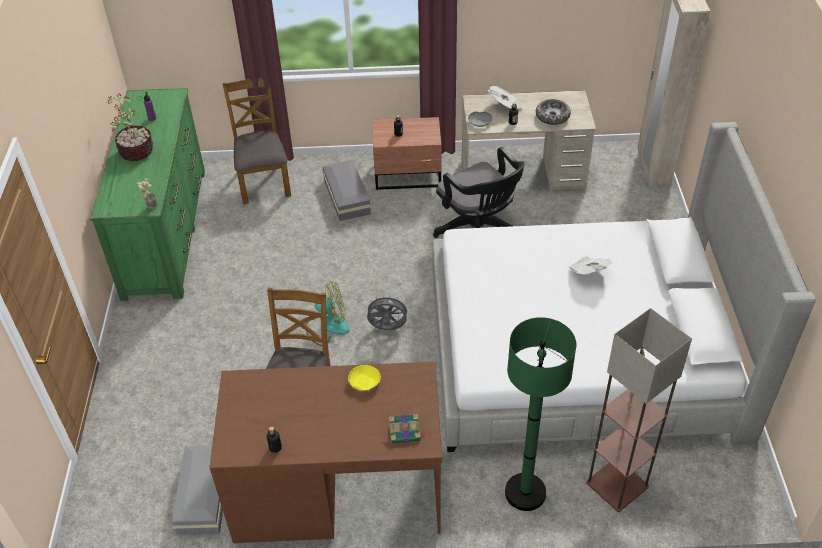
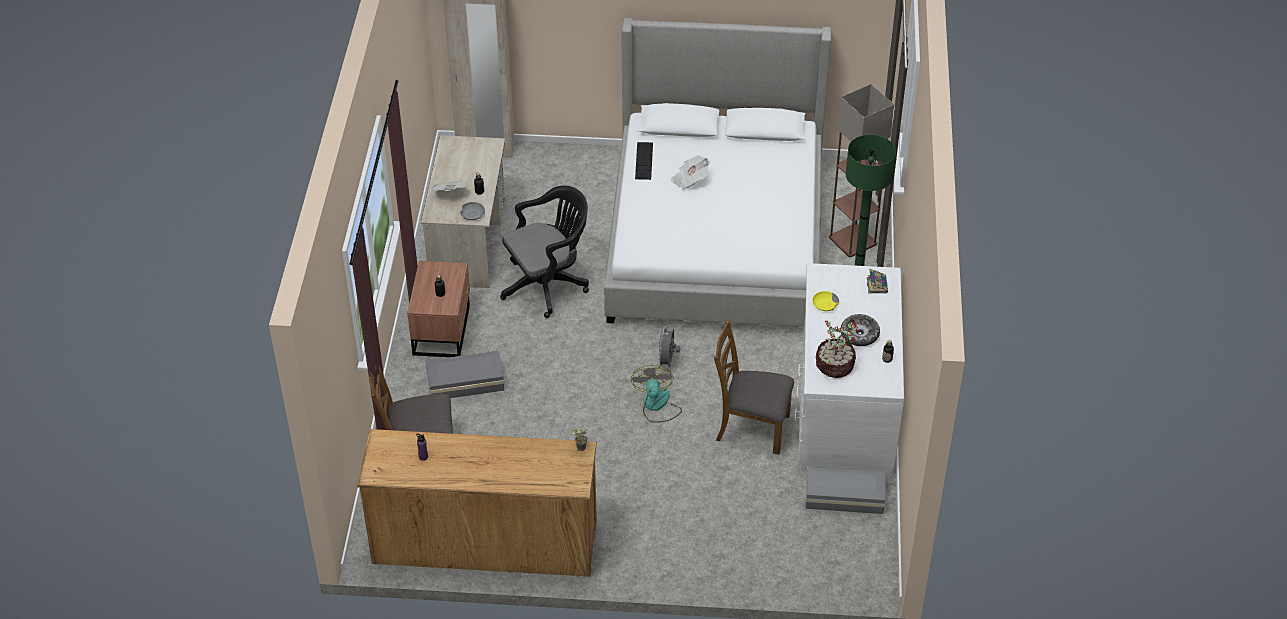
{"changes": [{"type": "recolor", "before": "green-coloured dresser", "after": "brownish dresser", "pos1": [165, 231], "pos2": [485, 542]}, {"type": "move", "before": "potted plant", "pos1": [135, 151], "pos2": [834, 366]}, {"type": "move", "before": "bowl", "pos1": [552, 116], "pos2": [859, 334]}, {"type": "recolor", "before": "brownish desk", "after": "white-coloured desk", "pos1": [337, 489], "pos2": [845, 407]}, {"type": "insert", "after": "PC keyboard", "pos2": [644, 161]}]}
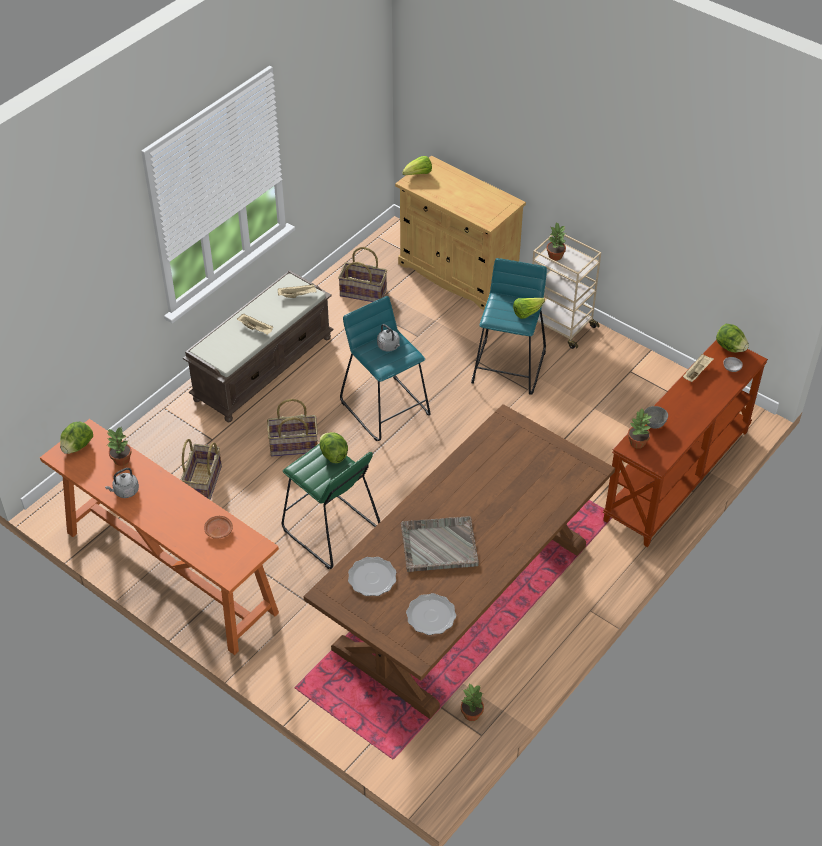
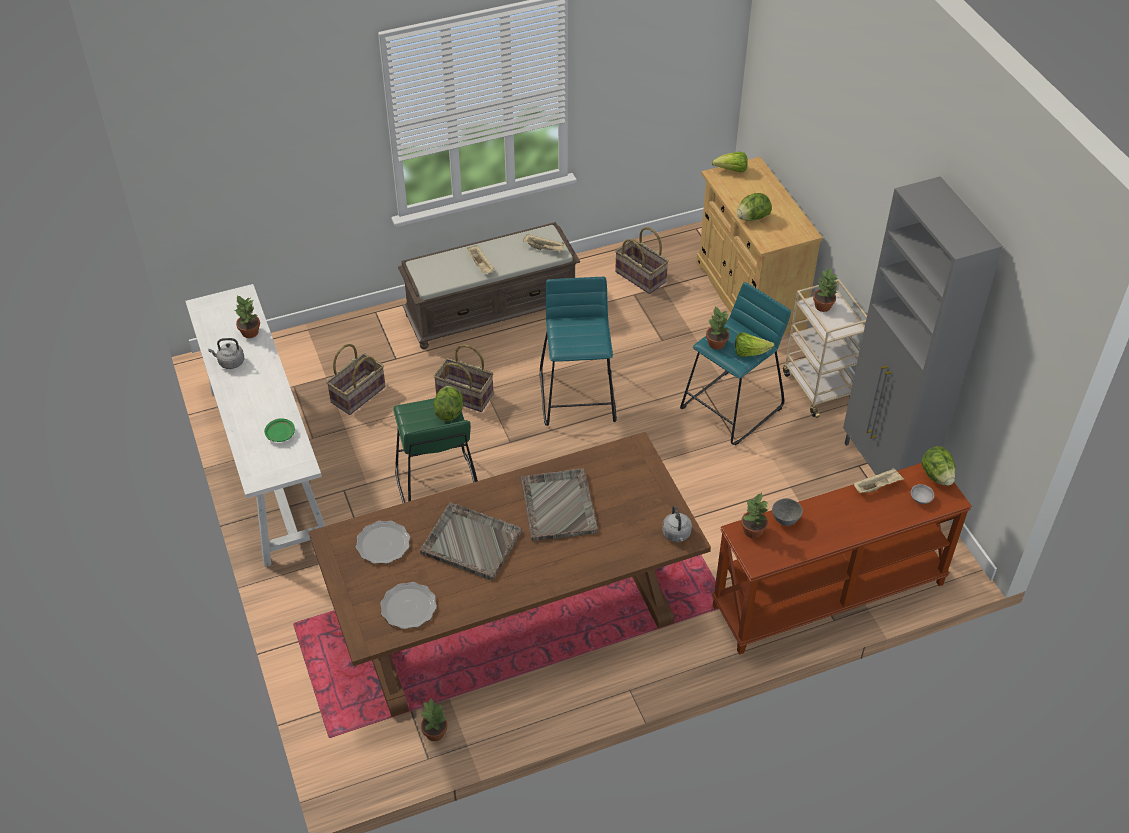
{"changes": [{"type": "move", "before": "grey tea kettle", "pos1": [389, 346], "pos2": [676, 535]}, {"type": "recolor", "before": "orange hall table", "after": "white-coloured hall table", "pos1": [169, 571], "pos2": [268, 463]}, {"type": "move", "before": "lettuce", "pos1": [77, 446], "pos2": [752, 218]}, {"type": "recolor", "before": "brownish dinner plate", "after": "green-coloured dinner plate", "pos1": [218, 530], "pos2": [280, 434]}, {"type": "insert", "after": "grey cabinet", "pos2": [883, 471]}, {"type": "insert", "after": "potted plant", "pos2": [716, 343]}, {"type": "insert", "after": "grey tray", "pos2": [558, 505]}]}
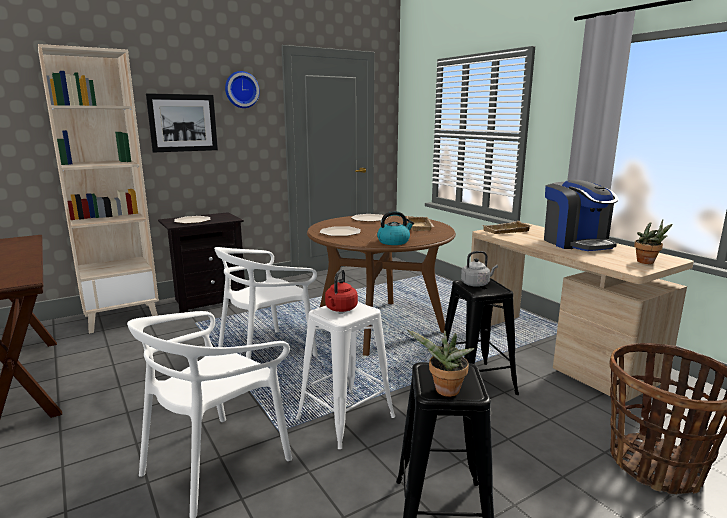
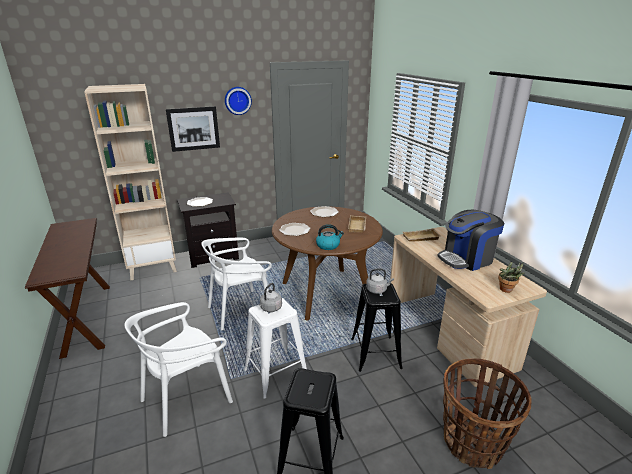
{"changes": [{"type": "rotate", "before": "coffee machine", "pos1": [576, 243], "pos2": [466, 259], "turn": 75}, {"type": "recolor", "before": "red-coloured tea kettle", "after": "grey tea kettle", "pos1": [340, 309], "pos2": [270, 308]}, {"type": "delete", "before": "potted plant", "pos1": [444, 392]}]}
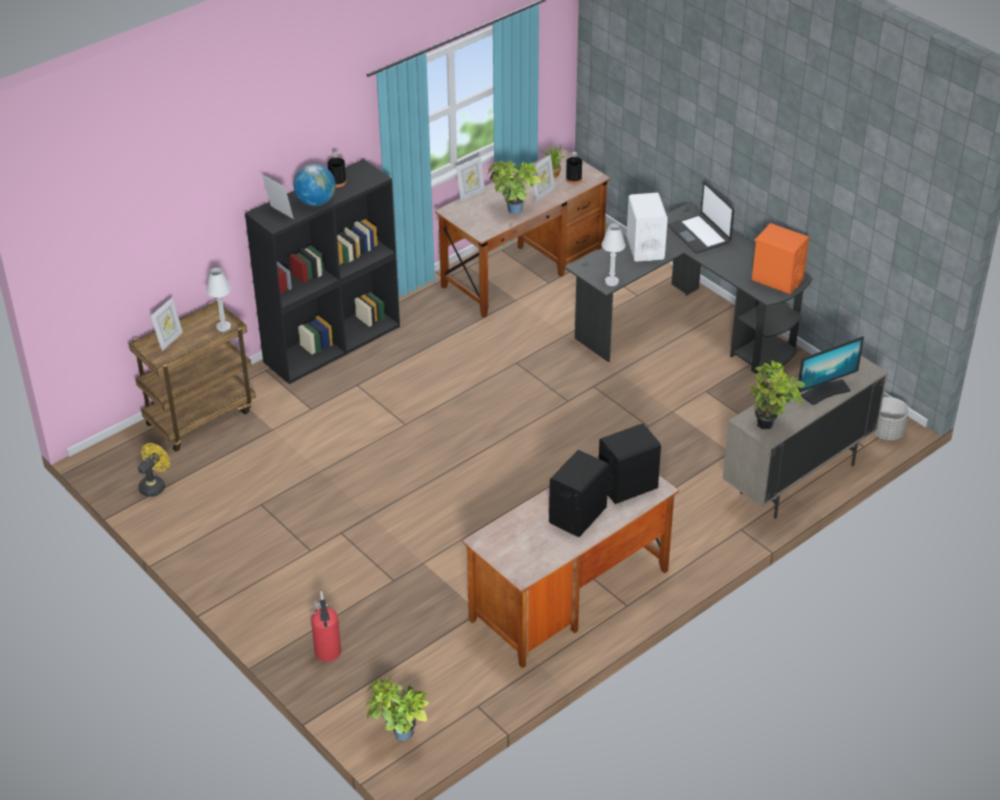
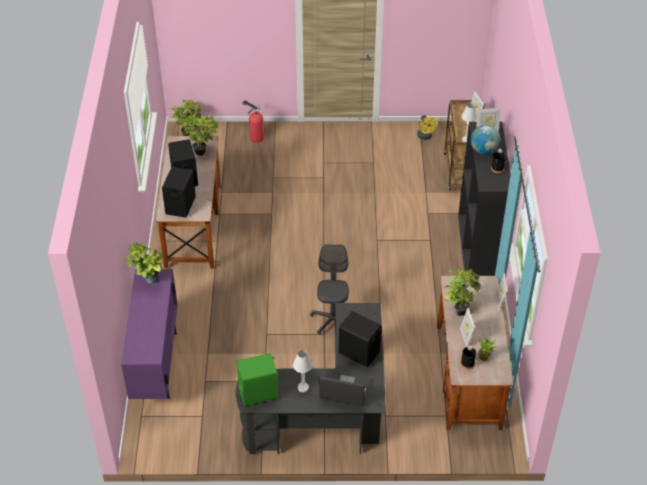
{"changes": [{"type": "recolor", "before": "white-coloured audio speaker", "after": "blackish audio speaker", "pos1": [645, 248], "pos2": [359, 352]}, {"type": "recolor", "before": "orange audio speaker", "after": "green-coloured audio speaker", "pos1": [777, 280], "pos2": [258, 392]}, {"type": "move", "before": "white-coloured lamp for a table", "pos1": [611, 282], "pos2": [303, 388]}, {"type": "delete", "before": "computer screen", "pos1": [825, 391]}, {"type": "recolor", "before": "beige-coloured cabinet", "after": "purplish cabinet", "pos1": [797, 479], "pos2": [156, 365]}, {"type": "delete", "before": "grey plant pot", "pos1": [886, 432]}, {"type": "insert", "after": "potted plant", "pos2": [203, 151]}, {"type": "insert", "after": "grey desk chair", "pos2": [332, 320]}]}
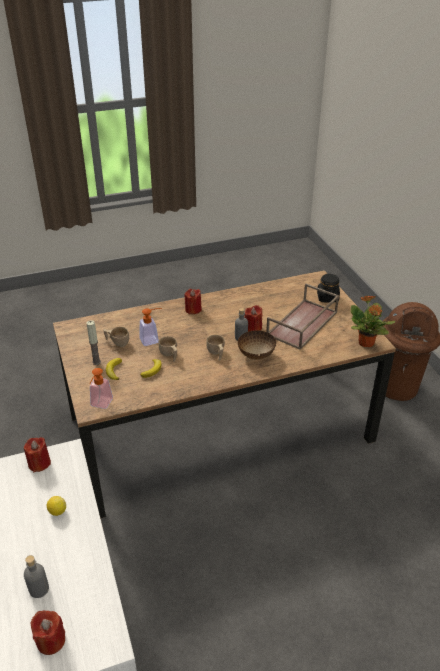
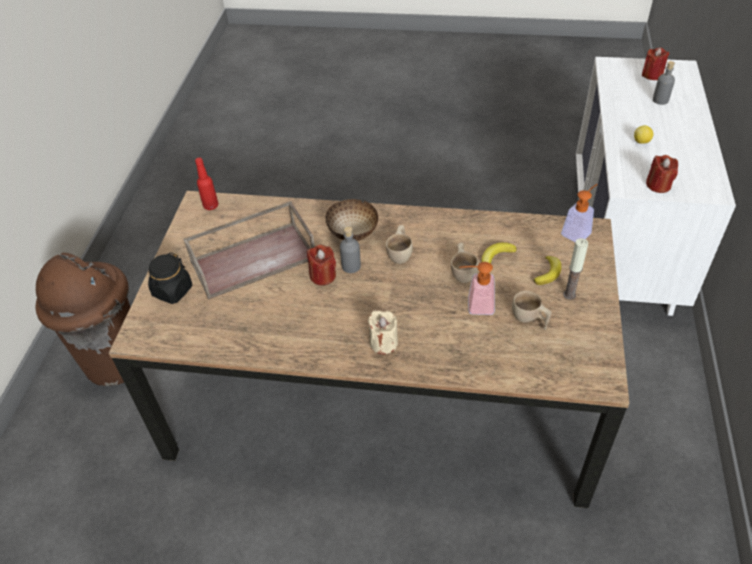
{"changes": [{"type": "recolor", "before": "red-coloured wax light", "after": "beige-coloured wax light", "pos1": [193, 309], "pos2": [383, 343]}, {"type": "replace", "before": "potted plant", "after": "red-coloured beverage bottle", "pos1": [366, 343], "pos2": [211, 206]}]}
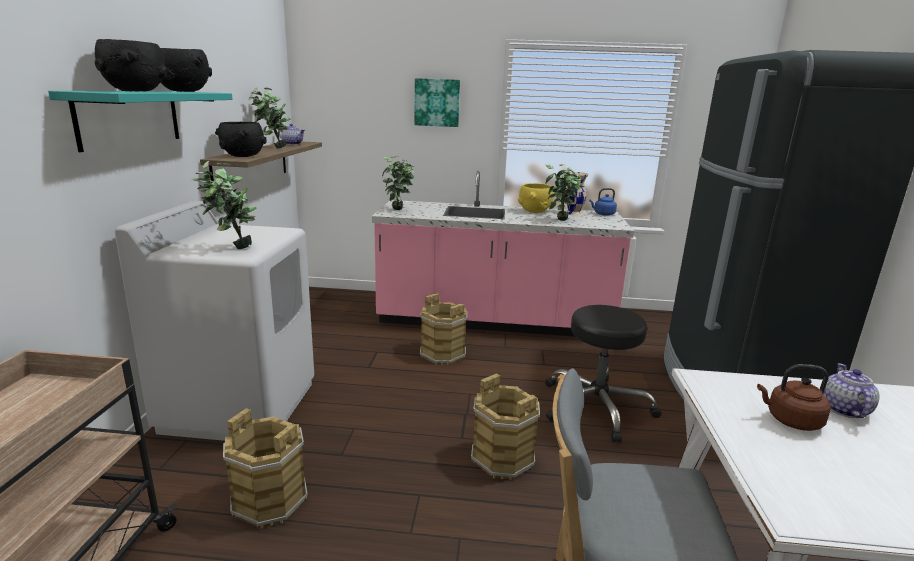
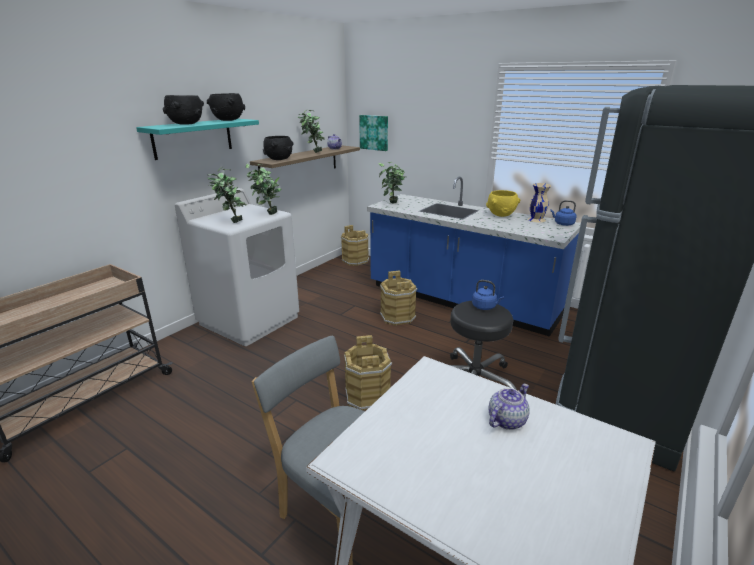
{"changes": [{"type": "move", "before": "wall art", "pos1": [437, 102], "pos2": [374, 132]}, {"type": "move", "before": "potted plant", "pos1": [560, 221], "pos2": [266, 214]}, {"type": "recolor", "before": "pink-coloured counter", "after": "bluish counter", "pos1": [494, 321], "pos2": [461, 301]}, {"type": "delete", "before": "brownish tea kettle", "pos1": [790, 420]}, {"type": "move", "before": "brownish pail", "pos1": [270, 500], "pos2": [355, 260]}, {"type": "insert", "after": "bluish tea kettle", "pos2": [485, 307]}]}
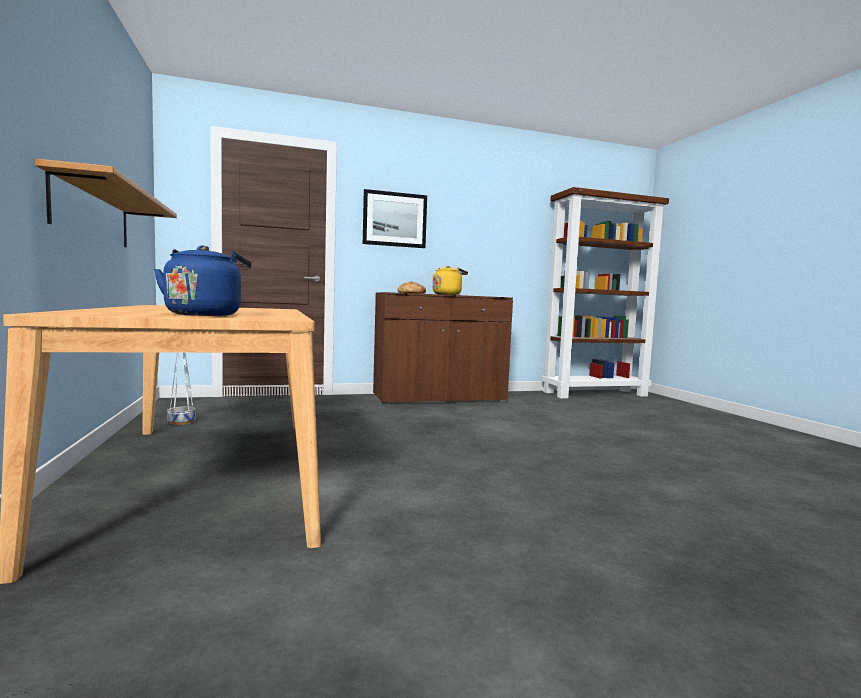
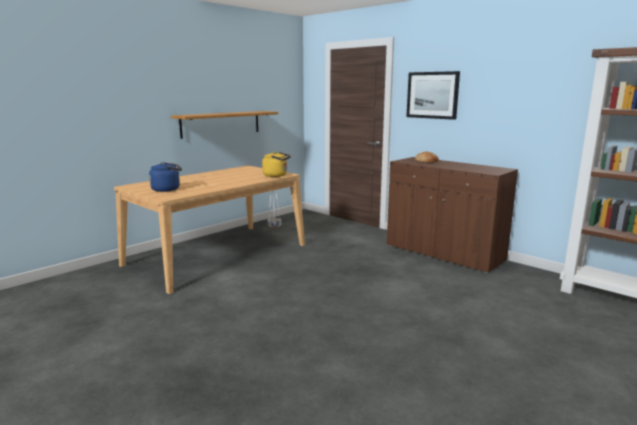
{"changes": [{"type": "move", "before": "yellow tea kettle", "pos1": [448, 294], "pos2": [276, 175]}]}
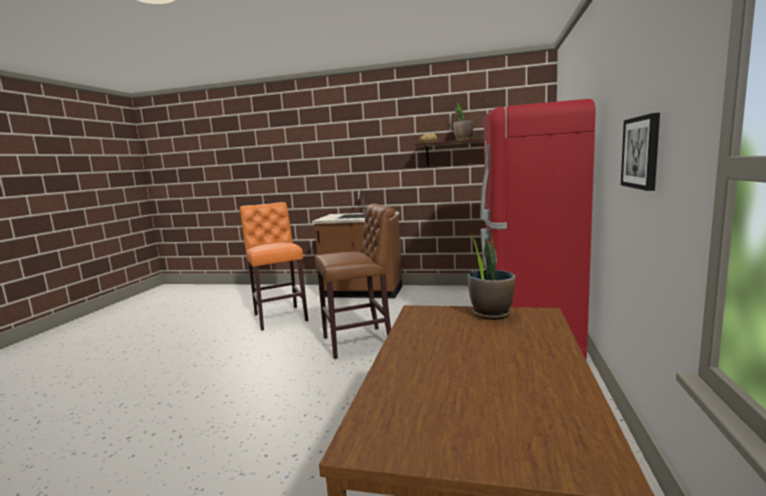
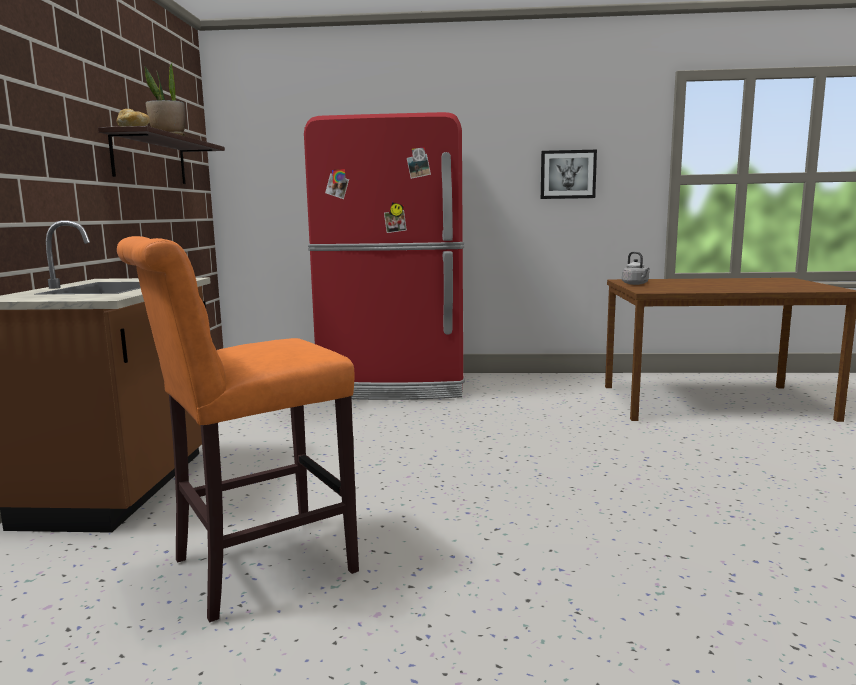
{"changes": [{"type": "delete", "before": "brownish stool seat", "pos1": [362, 341]}, {"type": "replace", "before": "potted plant", "after": "grey tea kettle", "pos1": [491, 314], "pos2": [636, 284]}]}
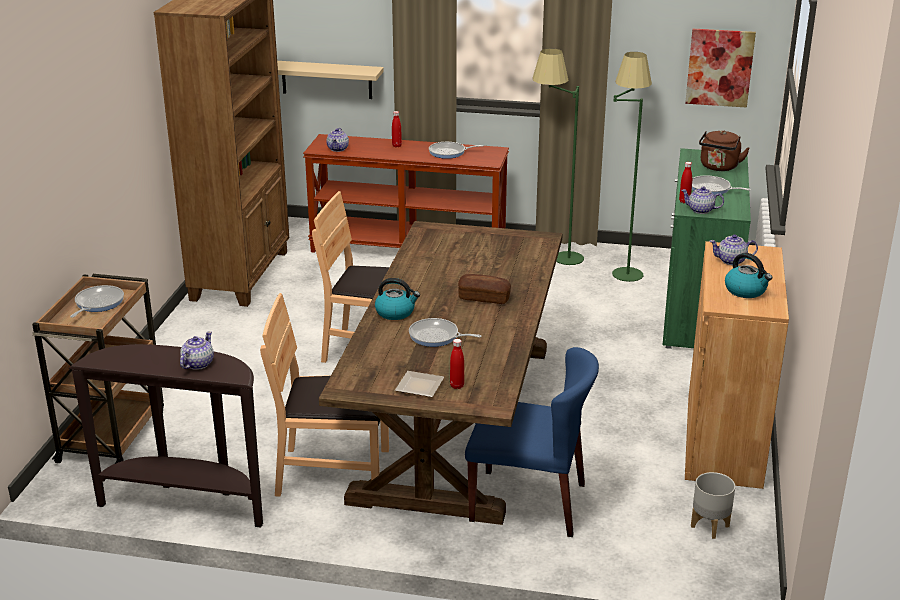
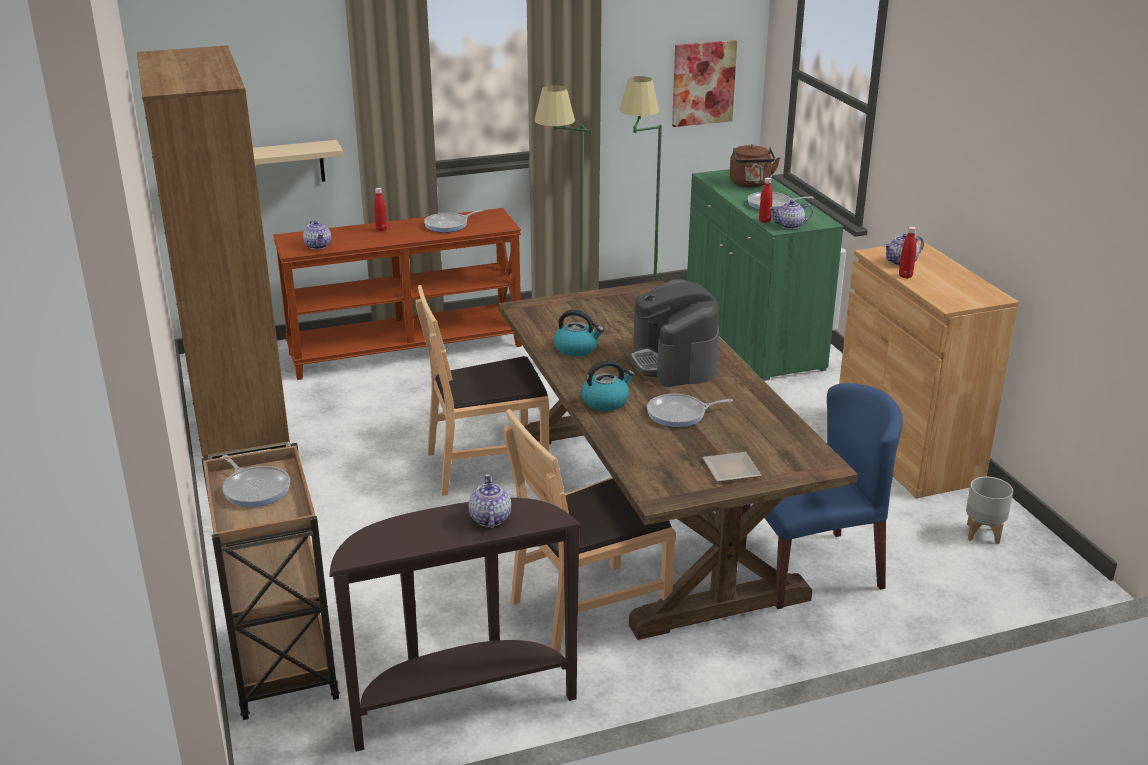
{"changes": [{"type": "move", "before": "tea kettle", "pos1": [746, 291], "pos2": [577, 349]}, {"type": "replace", "before": "bakery bread", "after": "coffee machine", "pos1": [484, 298], "pos2": [673, 362]}, {"type": "rotate", "before": "pan", "pos1": [97, 303], "pos2": [255, 489], "turn": 150}, {"type": "move", "before": "red-coloured beverage bottle", "pos1": [457, 386], "pos2": [905, 276]}]}
